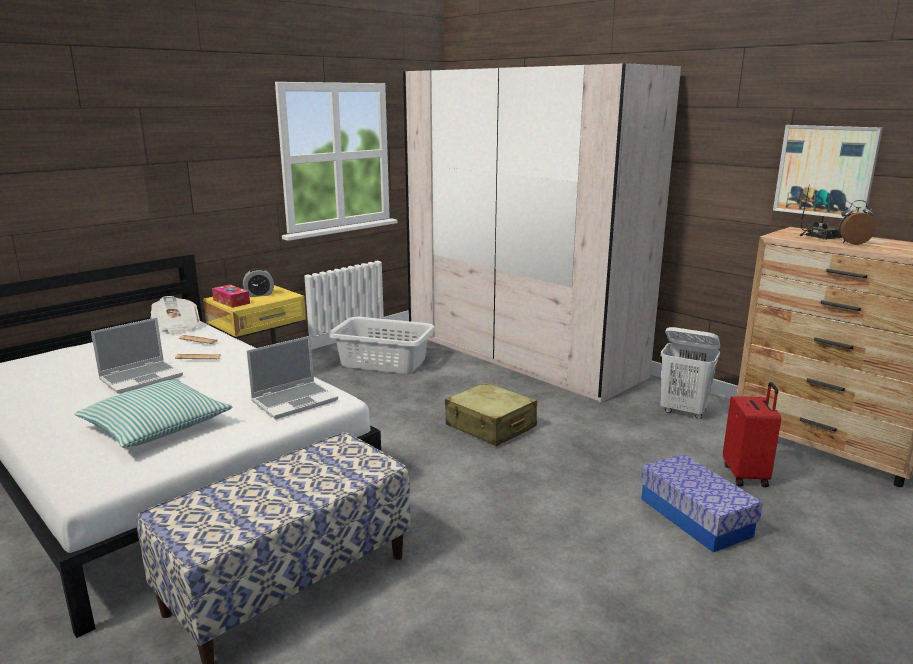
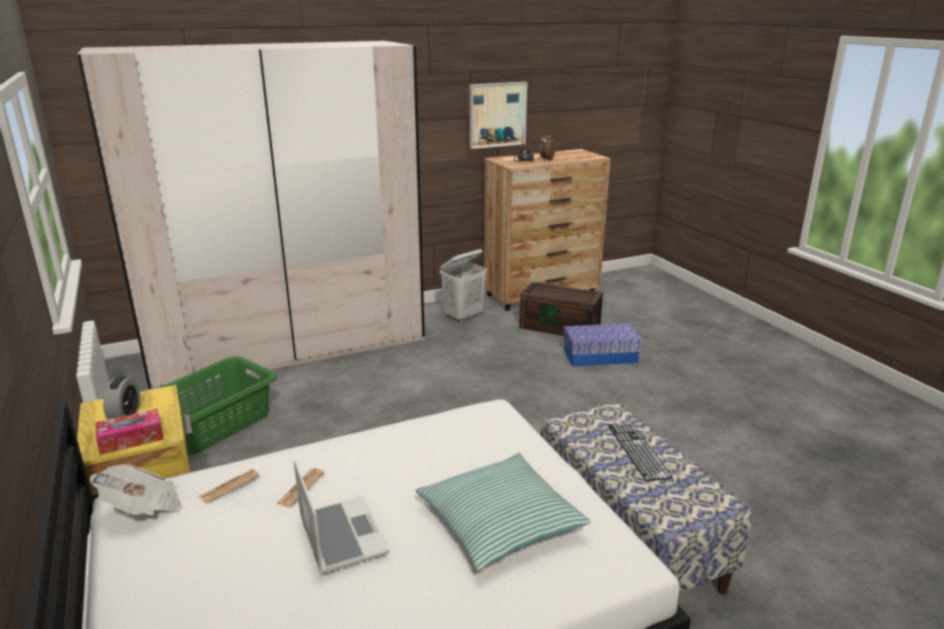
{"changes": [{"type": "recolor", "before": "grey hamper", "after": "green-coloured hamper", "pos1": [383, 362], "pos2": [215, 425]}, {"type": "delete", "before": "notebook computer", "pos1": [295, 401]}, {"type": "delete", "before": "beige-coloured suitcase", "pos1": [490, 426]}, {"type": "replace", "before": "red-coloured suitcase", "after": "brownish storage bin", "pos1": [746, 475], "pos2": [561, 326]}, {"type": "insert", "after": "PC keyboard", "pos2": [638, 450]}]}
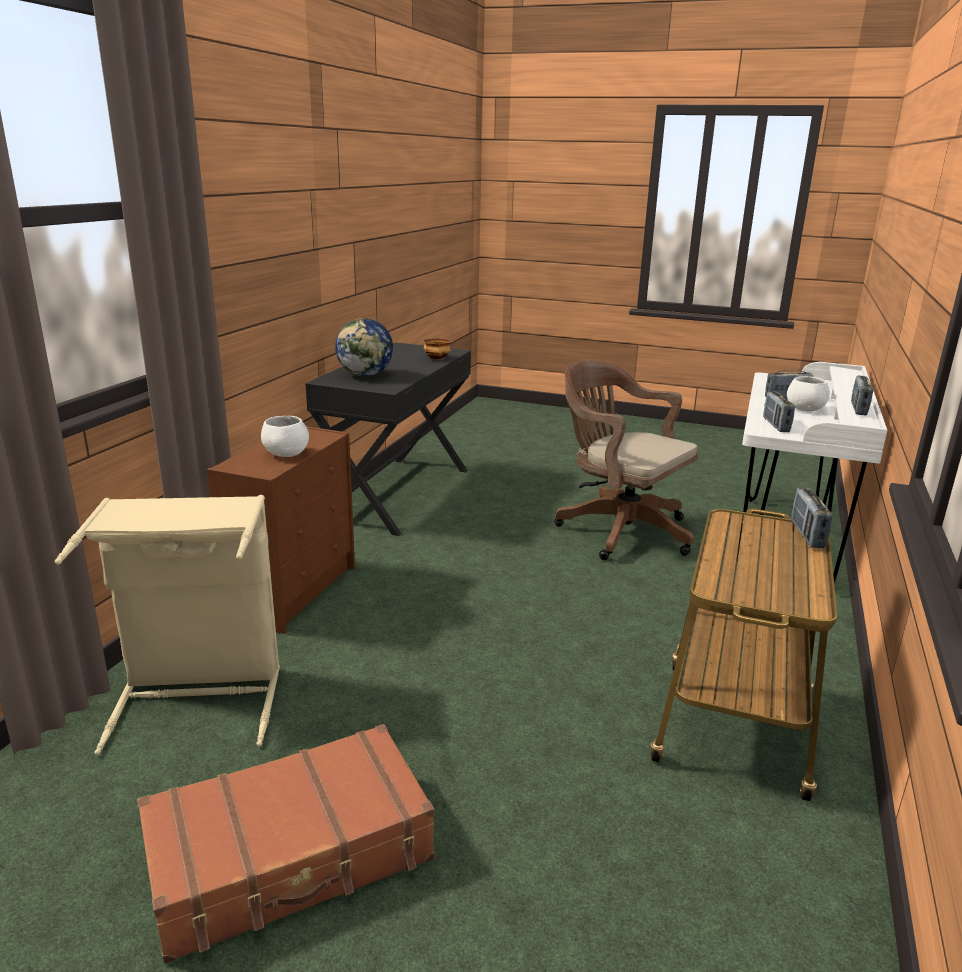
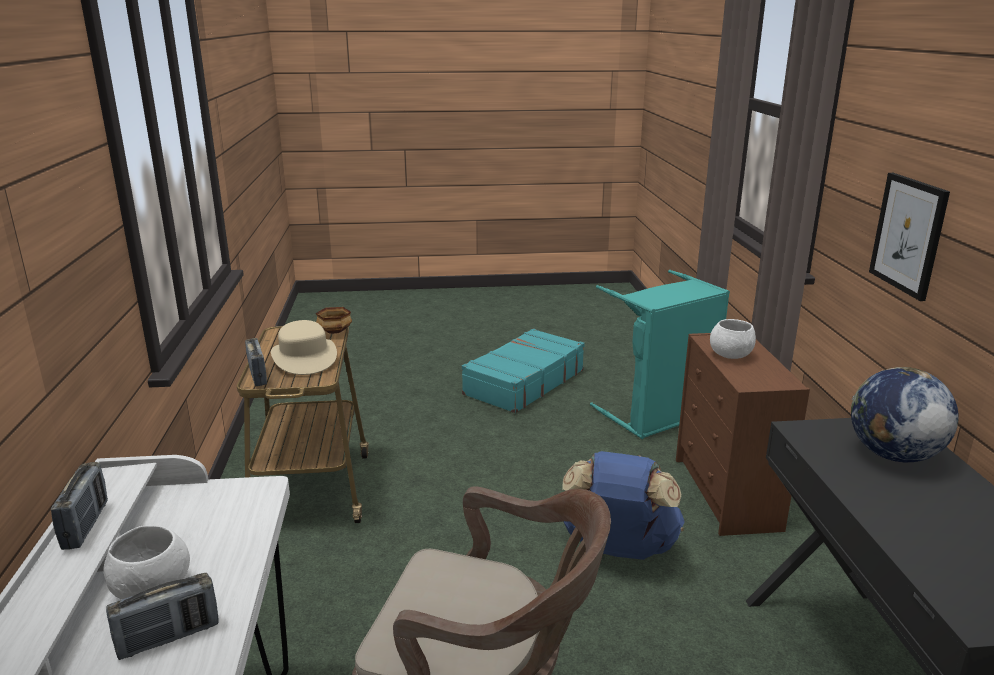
{"changes": [{"type": "move", "before": "bowl", "pos1": [436, 358], "pos2": [336, 332]}, {"type": "delete", "before": "radio receiver", "pos1": [775, 425]}, {"type": "recolor", "before": "beige-coloured hamper", "after": "turquoise-coloured hamper", "pos1": [199, 697], "pos2": [659, 416]}, {"type": "recolor", "before": "brownish suitcase", "after": "turquoise-coloured suitcase", "pos1": [292, 857], "pos2": [523, 382]}, {"type": "insert", "after": "wall art", "pos2": [908, 235]}, {"type": "insert", "after": "beige-coloured clothing hat", "pos2": [304, 357]}, {"type": "insert", "after": "bluish knapsack", "pos2": [618, 549]}]}
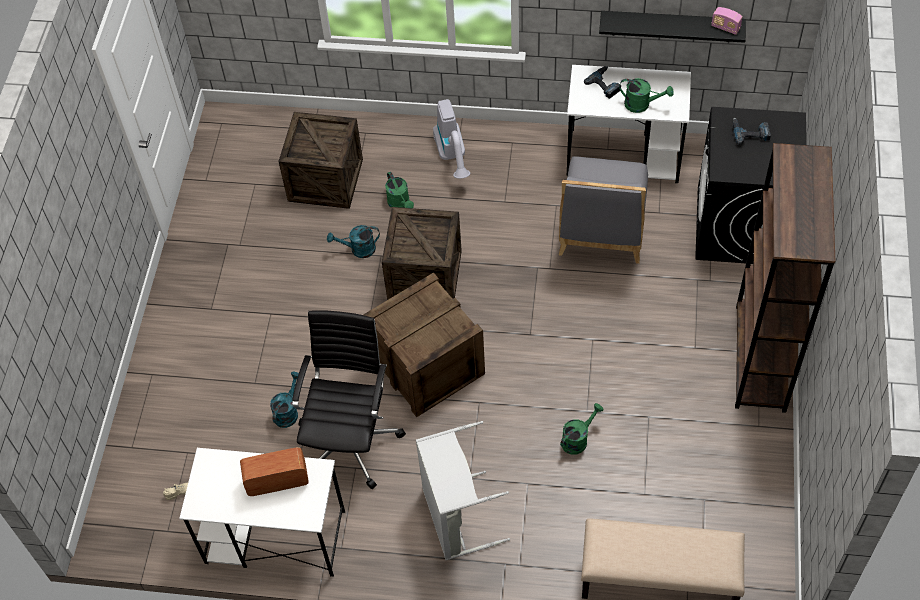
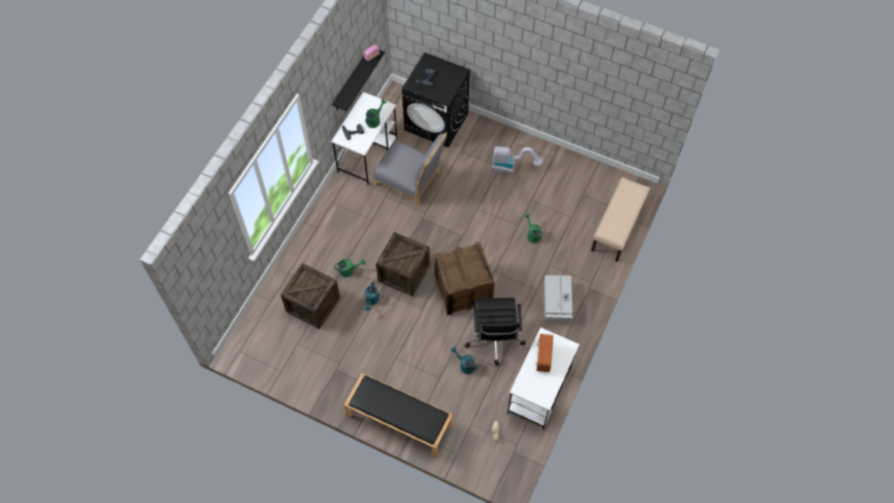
{"changes": [{"type": "move", "before": "hoover", "pos1": [453, 157], "pos2": [511, 167]}, {"type": "delete", "before": "brownish shelving unit", "pos1": [760, 358]}, {"type": "rotate", "before": "blackish desk chair", "pos1": [350, 440], "pos2": [494, 339], "turn": -120}, {"type": "replace", "before": "grey hamper", "after": "grey storage bin", "pos1": [455, 518], "pos2": [557, 303]}, {"type": "insert", "after": "blackish indoor bench", "pos2": [398, 420]}]}
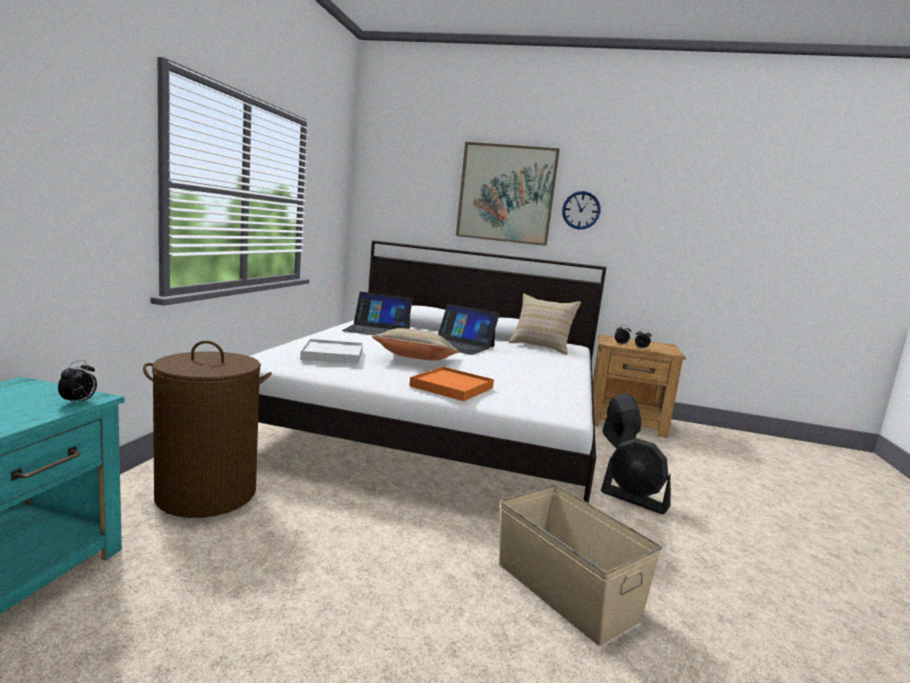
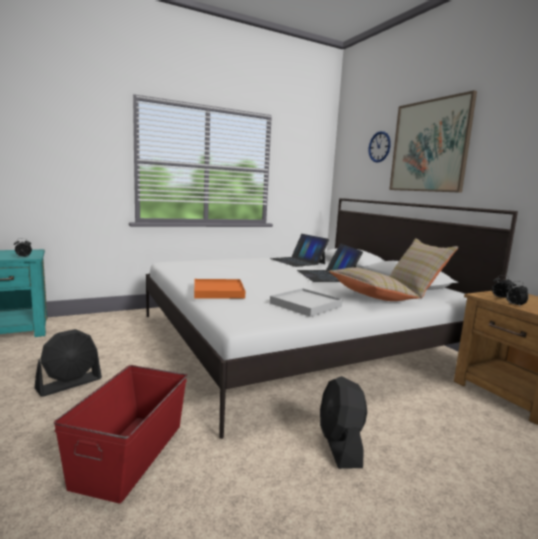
{"changes": [{"type": "move", "before": "hanging clock", "pos1": [581, 210], "pos2": [379, 147]}, {"type": "move", "before": "beige-coloured throw pillow", "pos1": [416, 360], "pos2": [371, 298]}, {"type": "move", "before": "white-coloured tray", "pos1": [333, 355], "pos2": [306, 305]}, {"type": "delete", "before": "brownish hamper", "pos1": [207, 494]}, {"type": "move", "before": "blackish electric fan", "pos1": [618, 441], "pos2": [69, 384]}, {"type": "recolor", "before": "beige-coloured storage bin", "after": "red-coloured storage bin", "pos1": [566, 590], "pos2": [131, 453]}]}
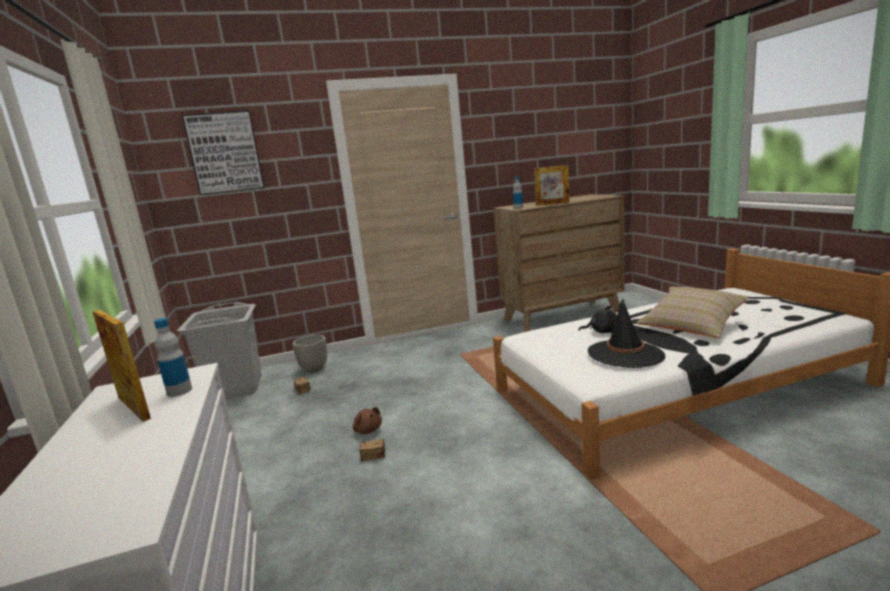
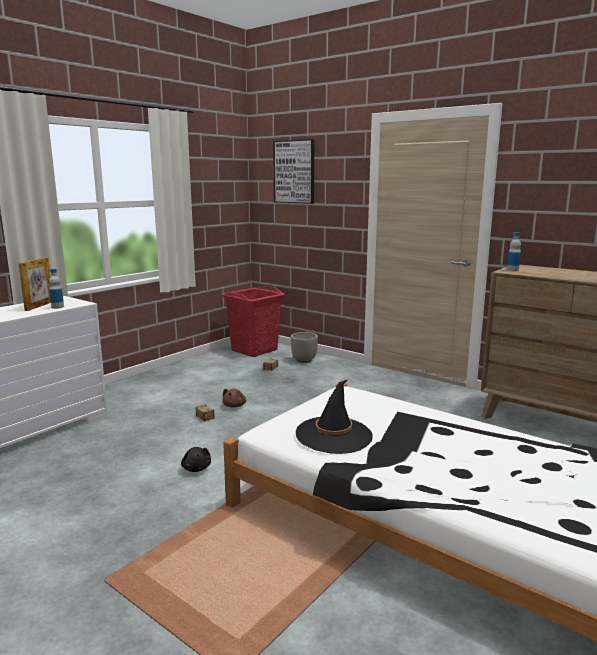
{"changes": [{"type": "delete", "before": "picture frame", "pos1": [552, 203]}, {"type": "delete", "before": "beige-coloured throw pillow", "pos1": [691, 326]}, {"type": "recolor", "before": "grey hamper", "after": "red-coloured hamper", "pos1": [234, 388], "pos2": [254, 350]}, {"type": "move", "before": "blackish cuddly toy", "pos1": [602, 331], "pos2": [196, 468]}]}
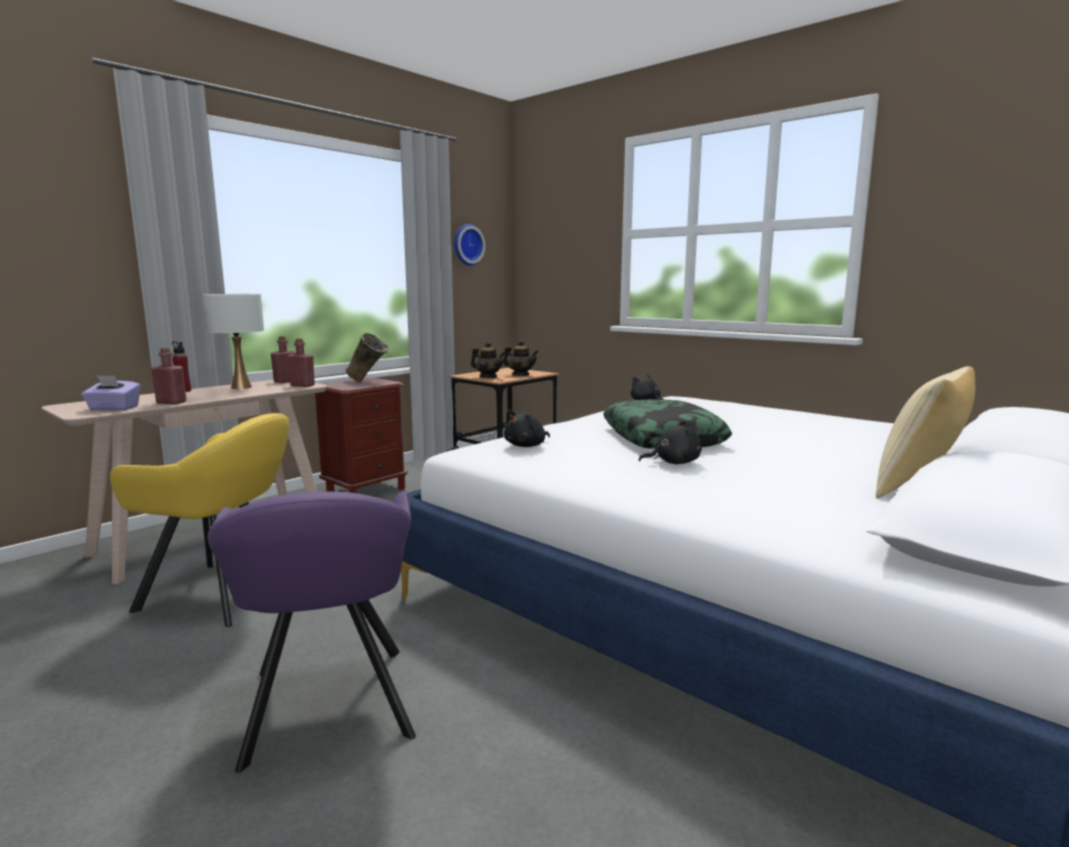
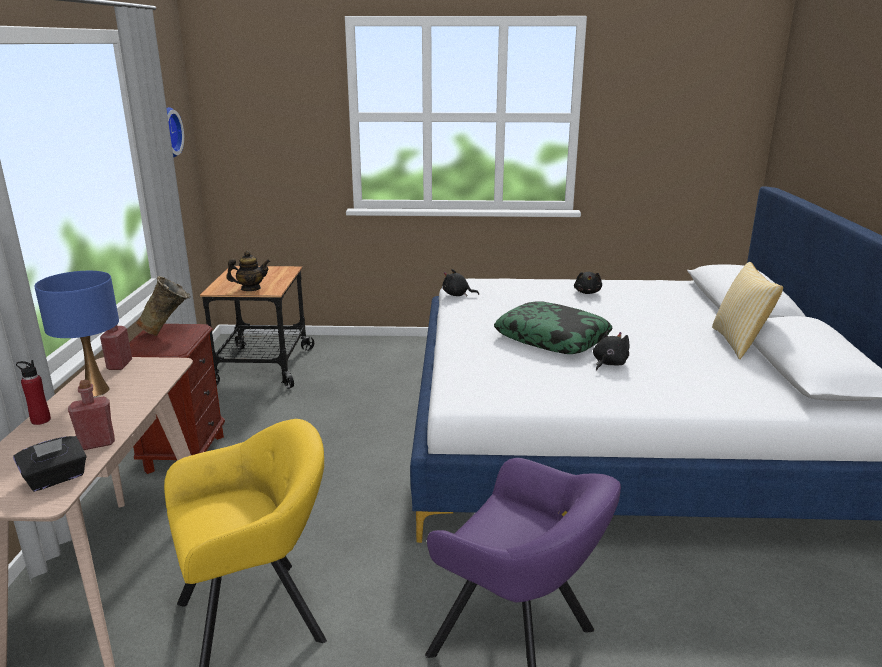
{"changes": [{"type": "recolor", "before": "white-coloured lamp for a table", "after": "bluish lamp for a table", "pos1": [241, 387], "pos2": [95, 391]}, {"type": "delete", "before": "red-coloured beverage bottle", "pos1": [302, 385]}, {"type": "delete", "before": "pot for tea", "pos1": [521, 375]}, {"type": "recolor", "before": "purplish tissue holder", "after": "blackish tissue holder", "pos1": [113, 408], "pos2": [56, 478]}, {"type": "move", "before": "blackish cuddly toy", "pos1": [527, 446], "pos2": [587, 292]}]}
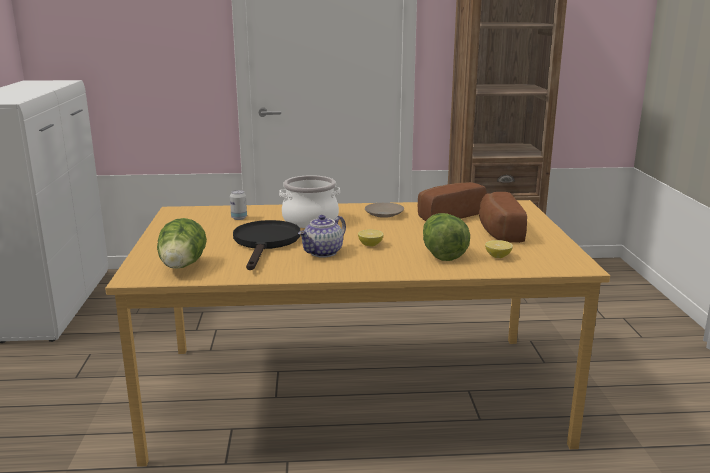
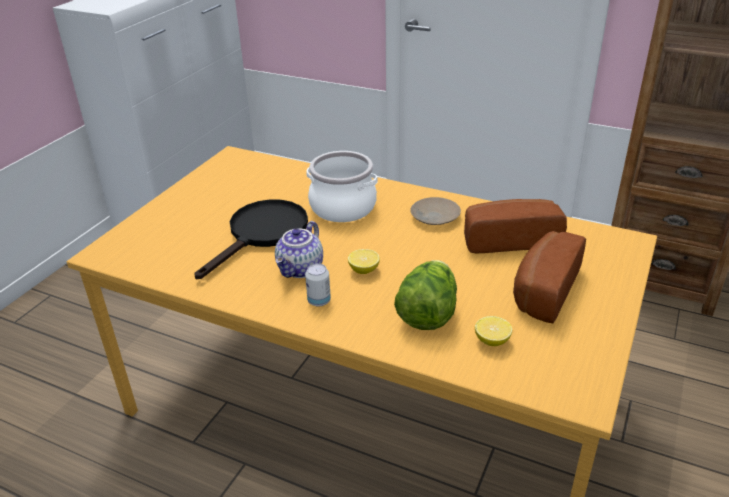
{"changes": [{"type": "move", "before": "sealed can", "pos1": [239, 218], "pos2": [319, 301]}, {"type": "rotate", "before": "pot for tea", "pos1": [323, 253], "pos2": [301, 269], "turn": -45}, {"type": "delete", "before": "lettuce", "pos1": [182, 267]}]}
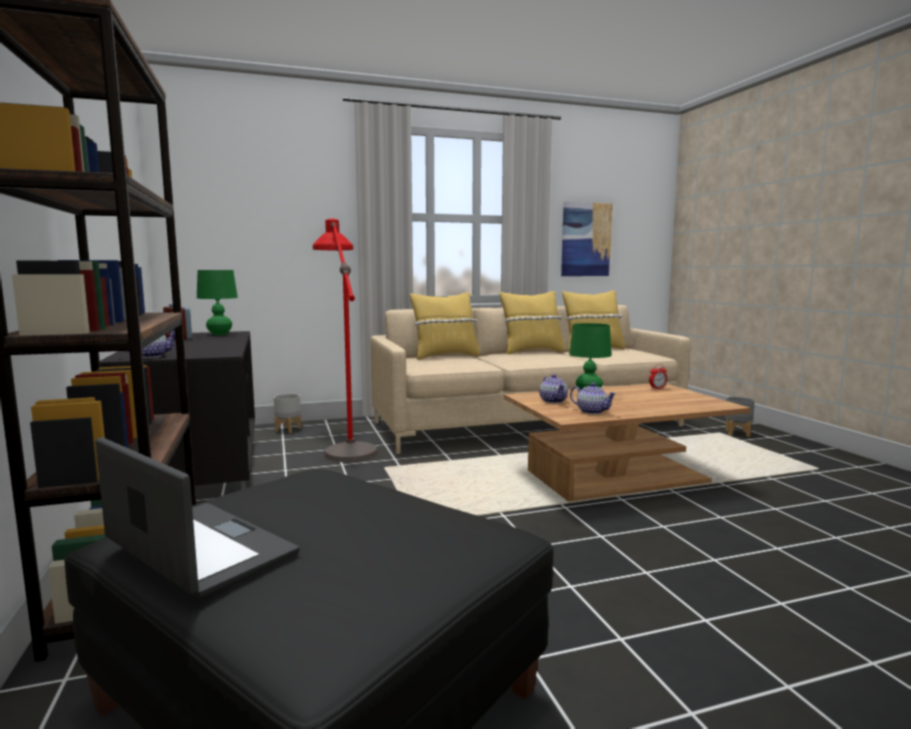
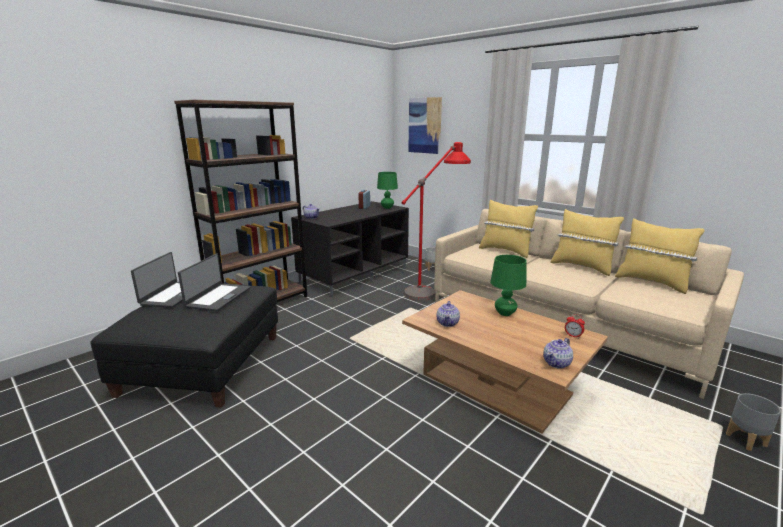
{"changes": [{"type": "move", "before": "wall art", "pos1": [586, 239], "pos2": [425, 125]}, {"type": "move", "before": "pot for tea", "pos1": [553, 401], "pos2": [557, 363]}, {"type": "insert", "after": "notebook computer", "pos2": [218, 297]}]}
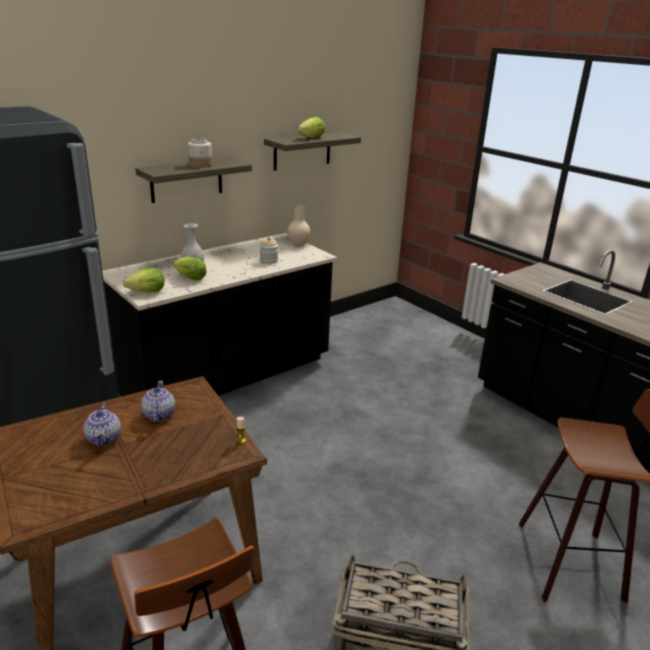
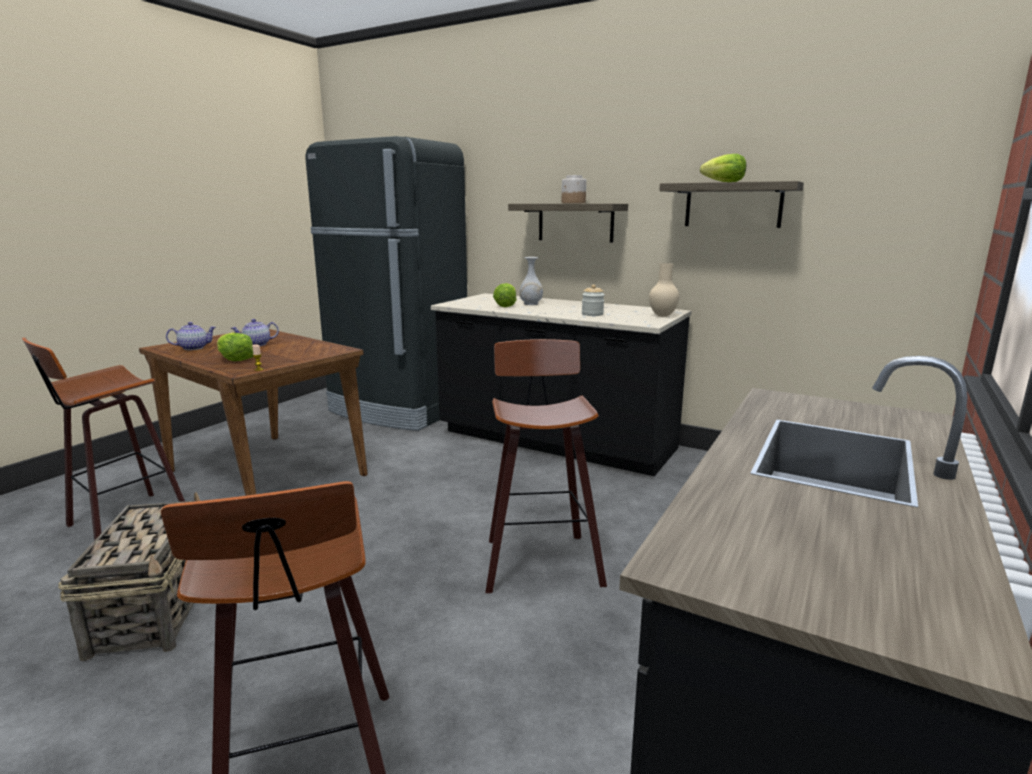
{"changes": [{"type": "move", "before": "lettuce", "pos1": [147, 291], "pos2": [235, 359]}, {"type": "move", "before": "pot for tea", "pos1": [158, 414], "pos2": [194, 348]}, {"type": "insert", "after": "stool seat", "pos2": [539, 560]}]}
